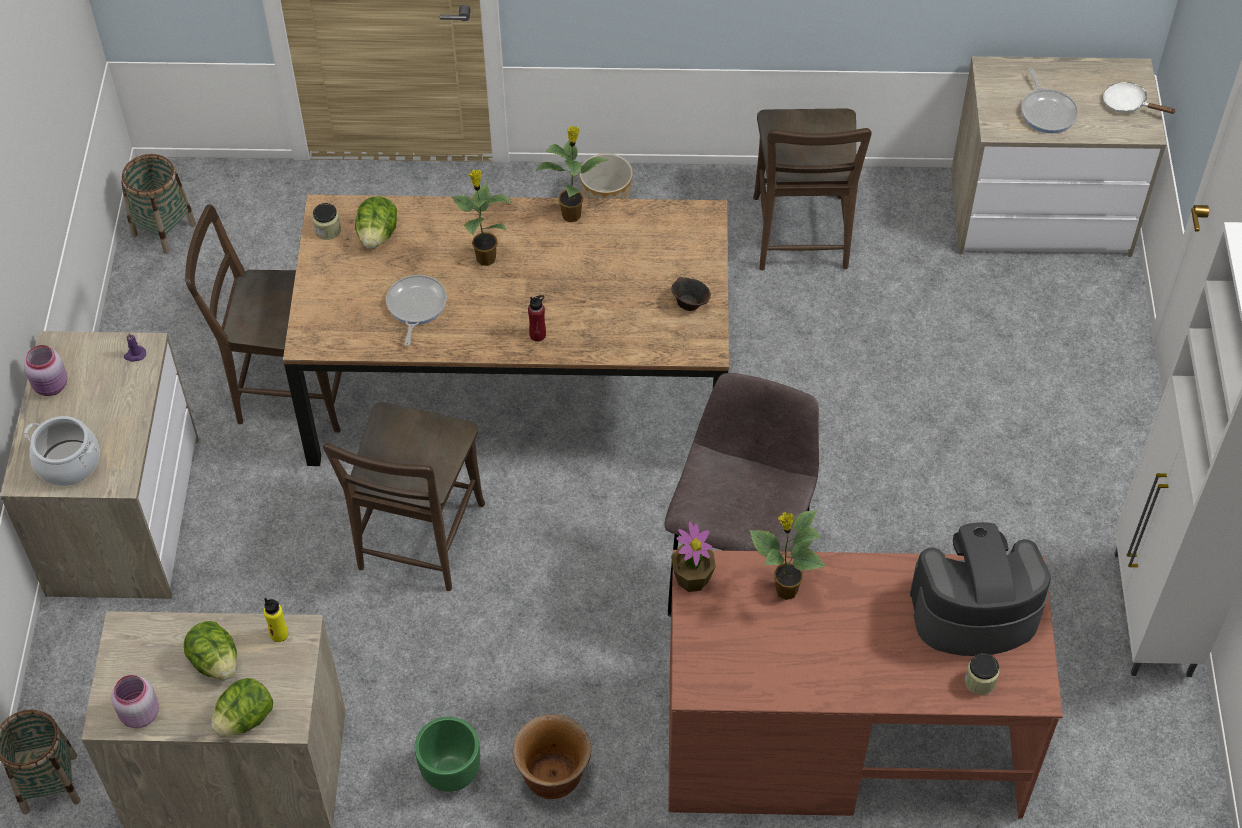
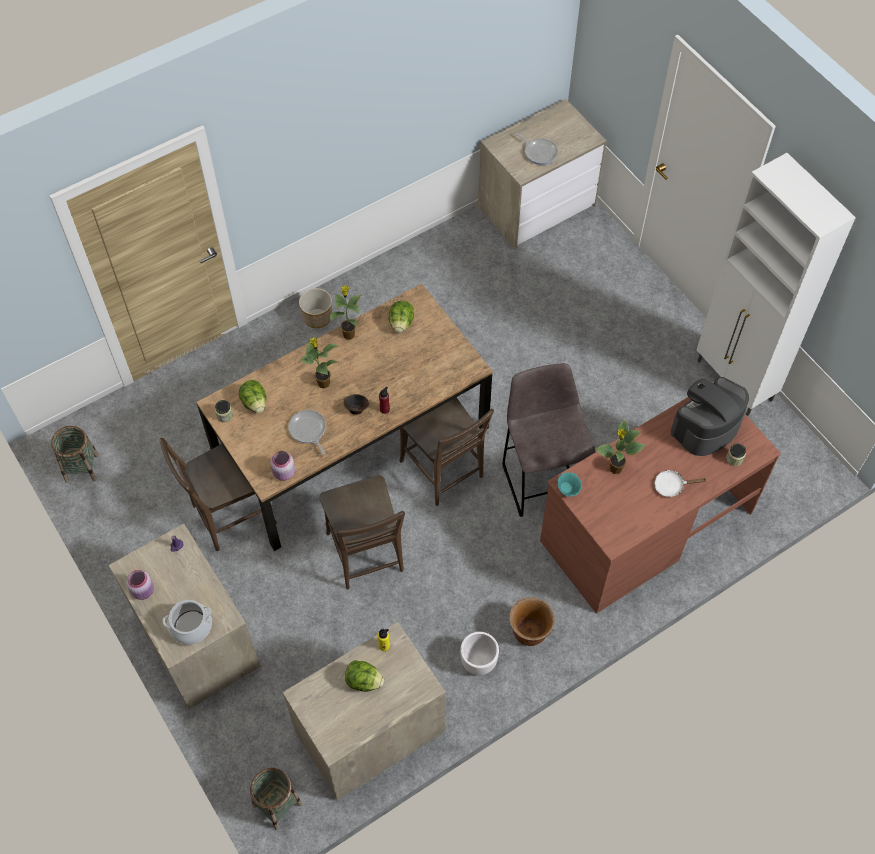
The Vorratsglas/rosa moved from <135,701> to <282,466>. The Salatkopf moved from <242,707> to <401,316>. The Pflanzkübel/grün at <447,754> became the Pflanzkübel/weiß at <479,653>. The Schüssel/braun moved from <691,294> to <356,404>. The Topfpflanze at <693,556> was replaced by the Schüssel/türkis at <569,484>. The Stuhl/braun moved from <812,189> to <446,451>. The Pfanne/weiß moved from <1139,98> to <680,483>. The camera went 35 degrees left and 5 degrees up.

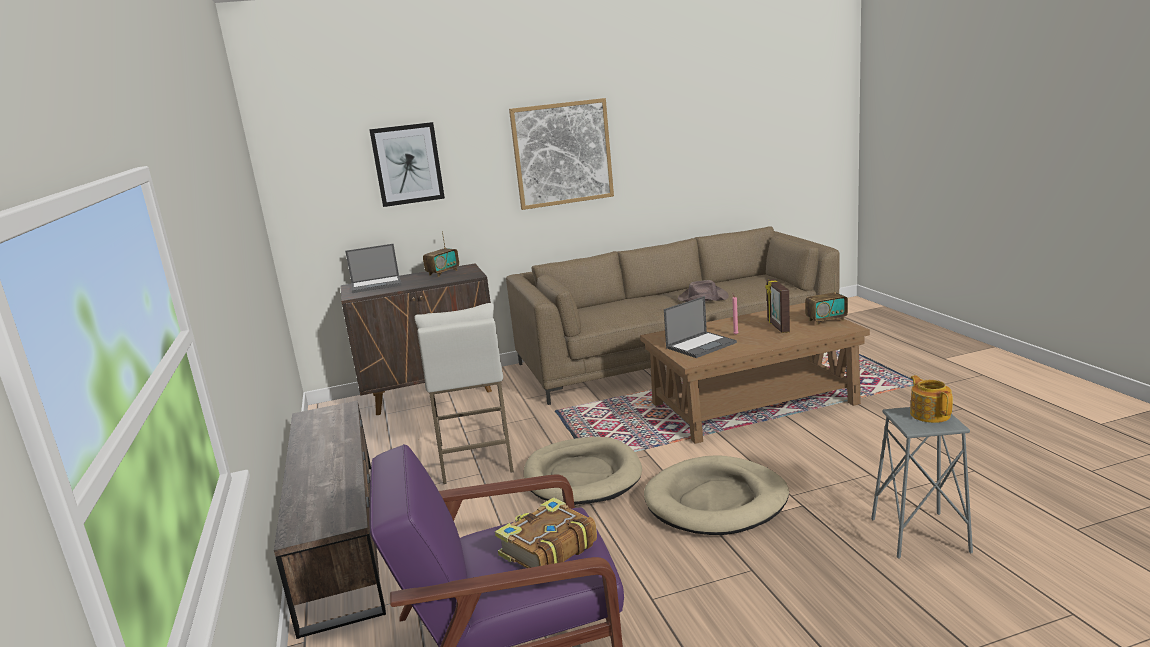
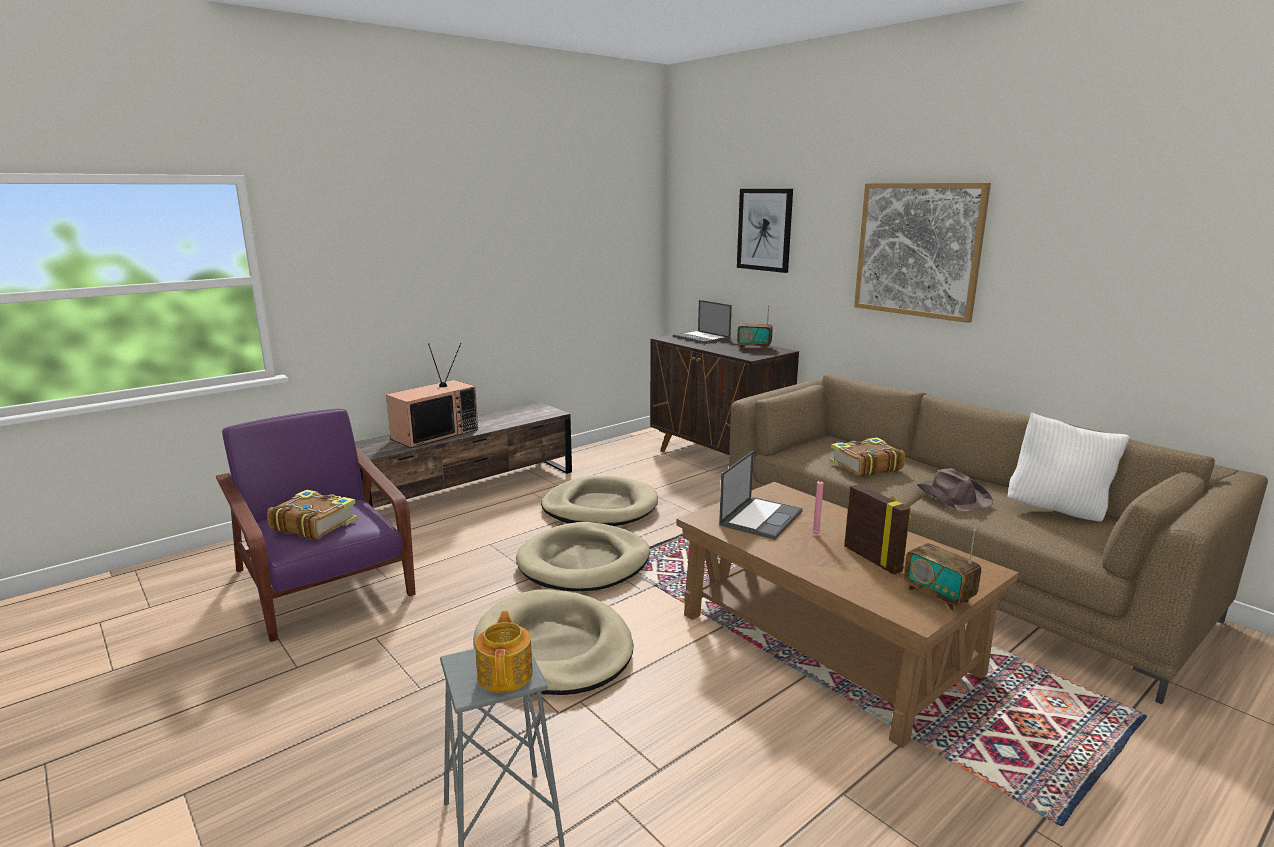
The Hocker/weiß at <464,393> was replaced by the Hundebett/beige at <599,500>. The Laptop at <700,327> turned 90 degrees counterclockwise. The Bilderrahmen at <777,306> turned 90 degrees clockwise. The Teekanne at <931,399> turned 60 degrees counterclockwise. The Fernseher at <432,395> appeared. The Buch at <867,457> appeared. The Kissen/weiß at <1069,467> appeared. The camera went 65 degrees right and 0 degrees up.

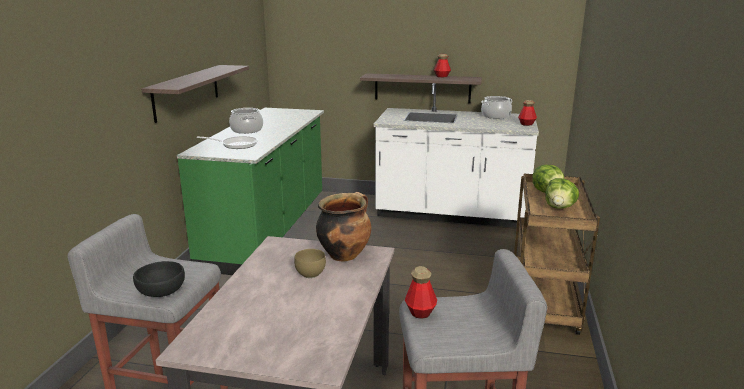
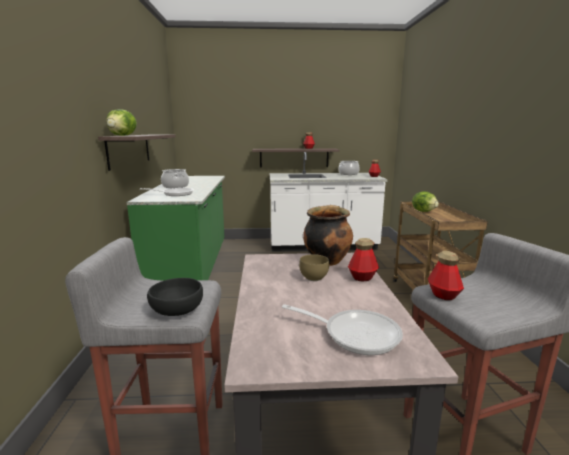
The Salatkopf moved from <562,193> to <121,122>. The Pfanne at <342,329> appeared. The Flasche at <363,259> appeared. The camera went 15 degrees left and 5 degrees down.

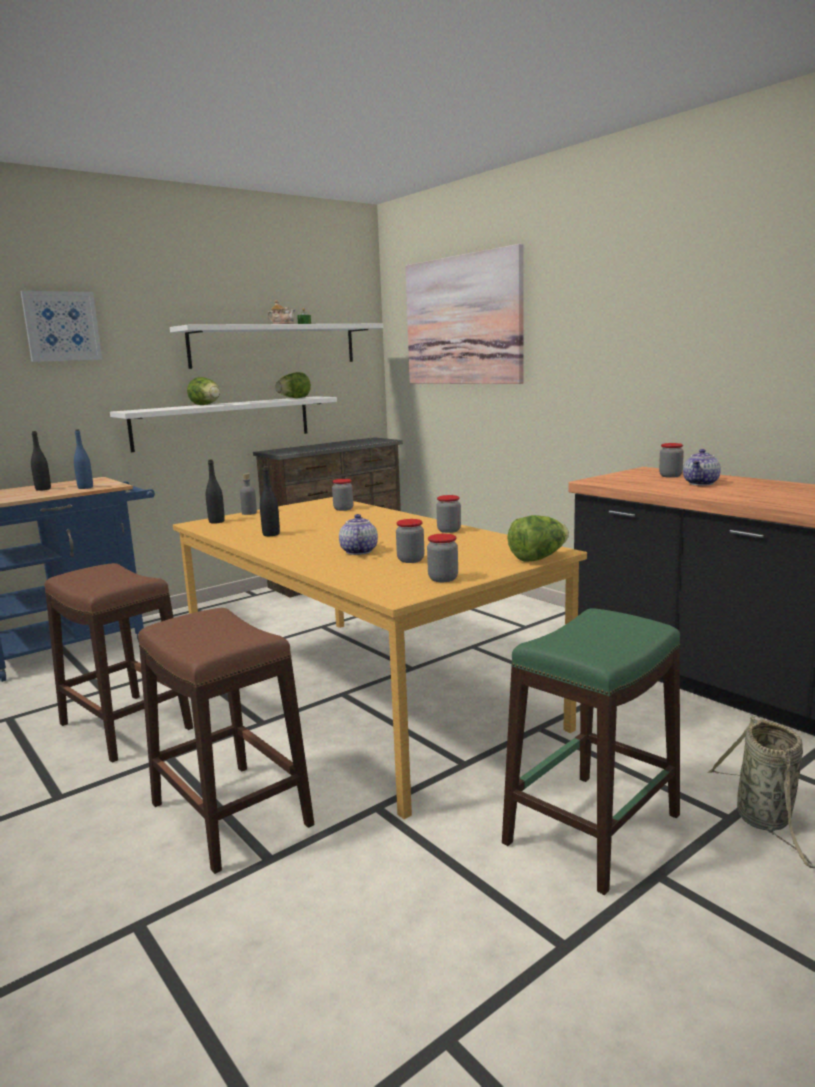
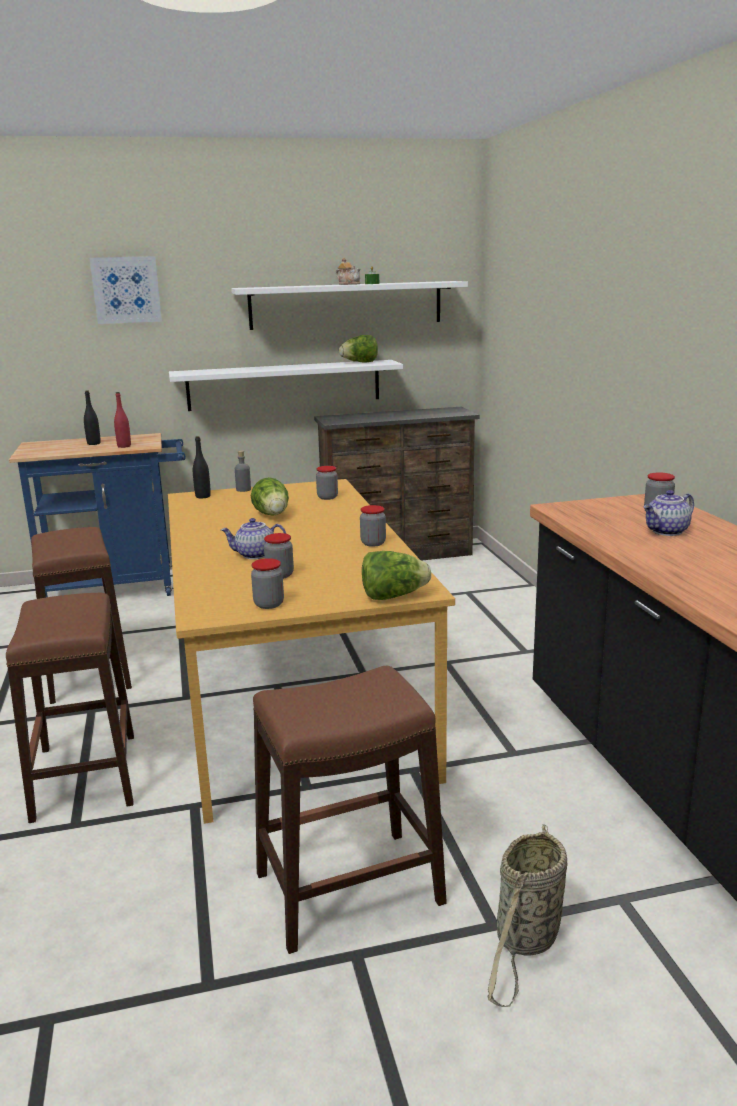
The Flasche/blau at <83,459> became the Flasche/rot at <122,420>. The Salatkopf moved from <203,391> to <270,496>. The Flasche/schwarz at <270,501> disappeared. The Teekanne at <358,534> turned 120 degrees counterclockwise. The Bild at <464,314> disappeared. The Hocker/grün at <591,751> became the Hocker/braun at <350,810>. The camera went 25 degrees right and 5 degrees up.

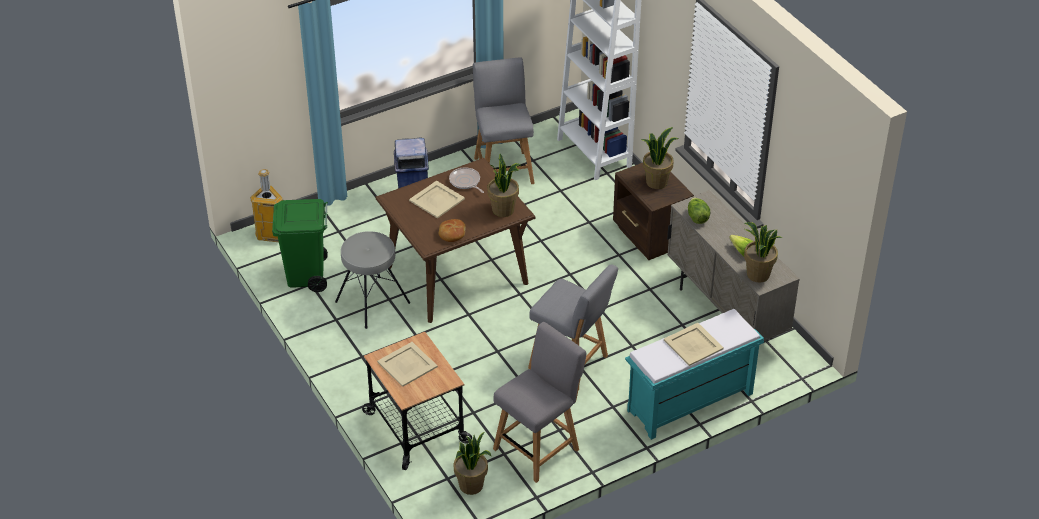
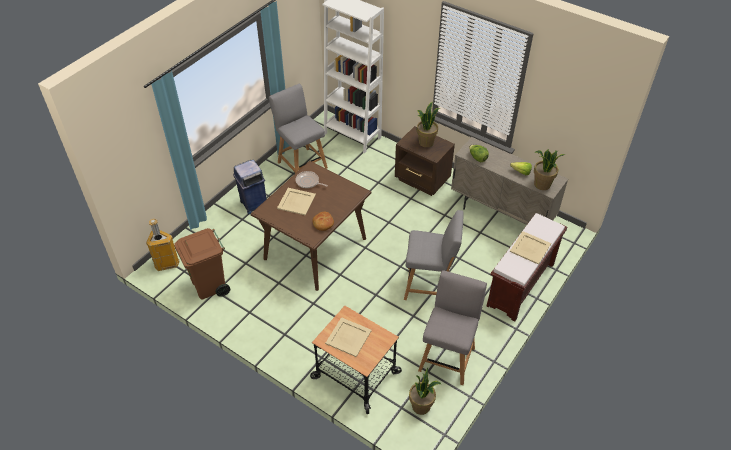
The Mülleimer/grün at <300,245> became the Mülleimer/braun at <202,264>. The Hocker/grau at <372,280> disappeared. The Topfpflanze at <503,185> disappeared. The Bank/türkis at <694,374> became the Bank/braun at <527,267>. The camera went 25 degrees left and 5 degrees up.

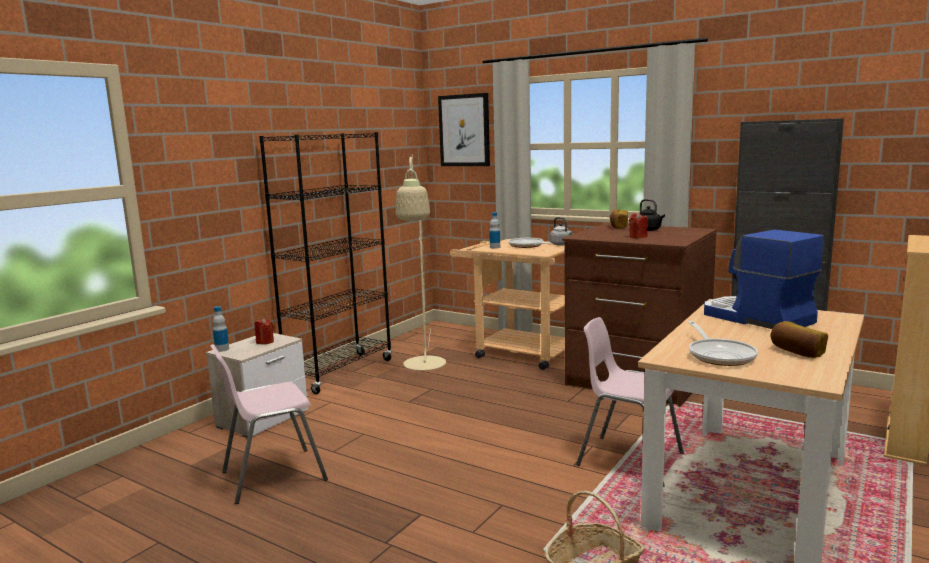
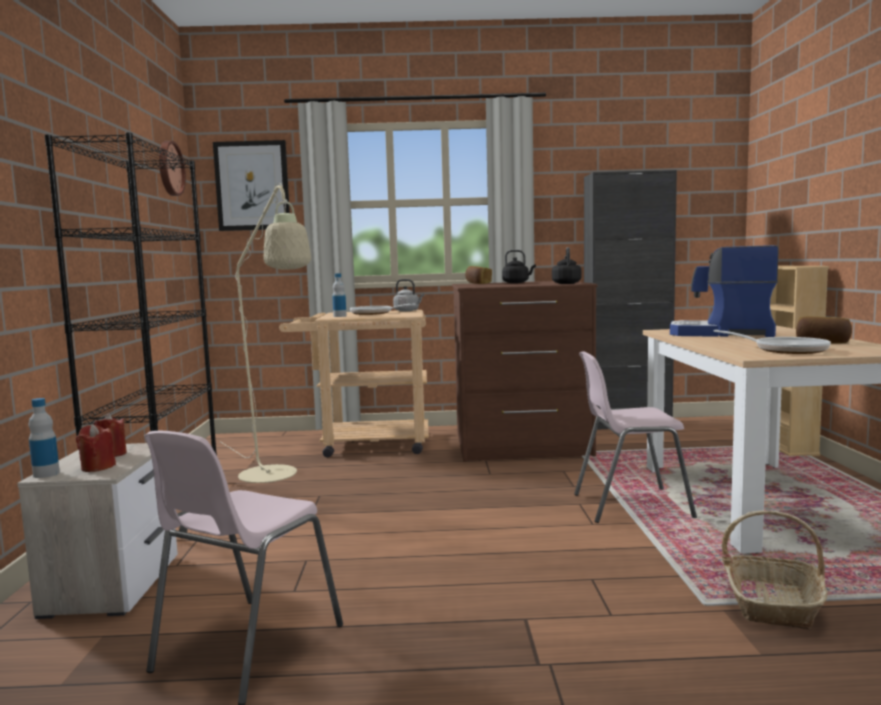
The Kerze/rot moved from <638,225> to <96,448>. The Wanduhr at <172,168> appeared. The Wasserkessel/schwarz at <566,265> appeared. The camera went 35 degrees left and 5 degrees down.

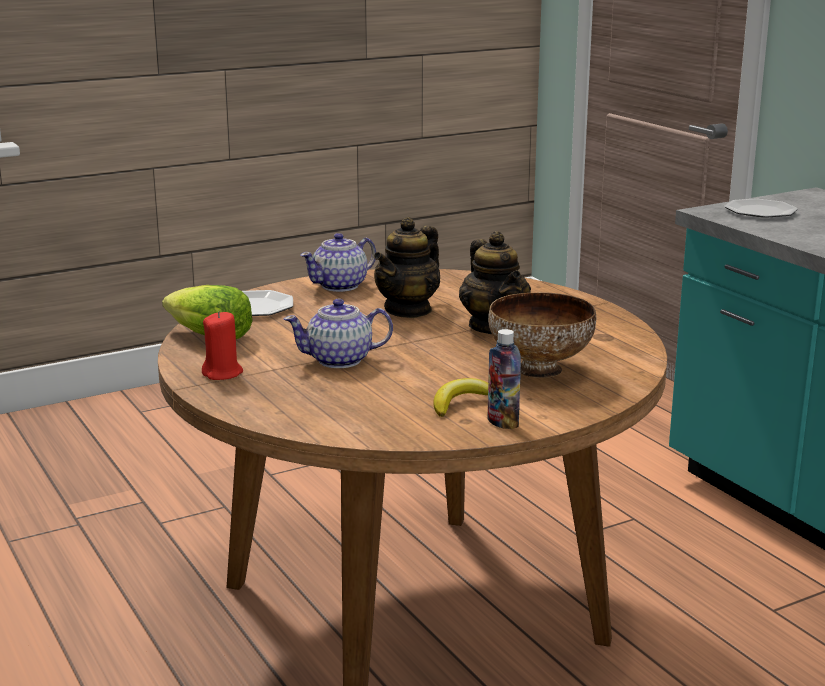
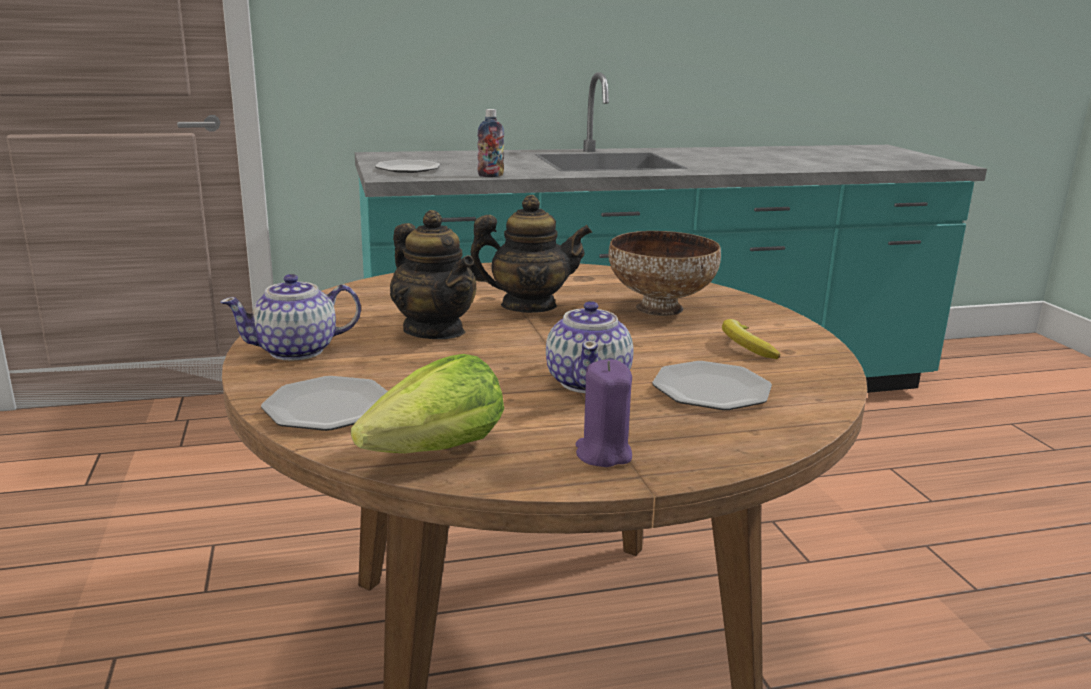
The Kerze/rot at <222,345> became the Kerze/lila at <603,413>. The Teekanne at <338,262> turned 90 degrees clockwise. The Flasche moved from <504,379> to <490,143>. The Teller at <712,385> appeared. The camera went 75 degrees left and 0 degrees up.

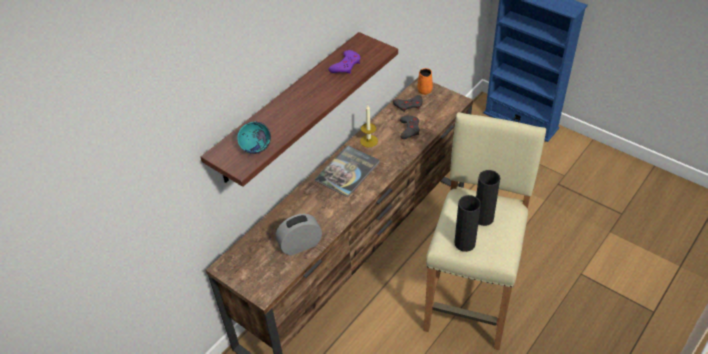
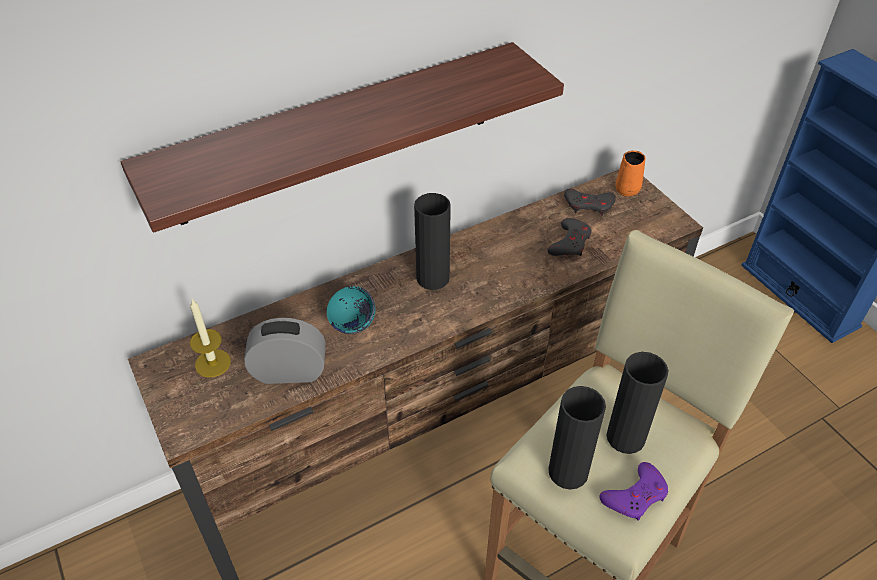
The Schüssel/türkis moved from <254,138> to <351,310>. The Buch at <347,171> was replaced by the Vase/schwarz at <432,241>. The Gamepad/lila moved from <344,62> to <633,491>. The Kerze moved from <369,126> to <210,338>. The camera went 20 degrees right and 0 degrees up.

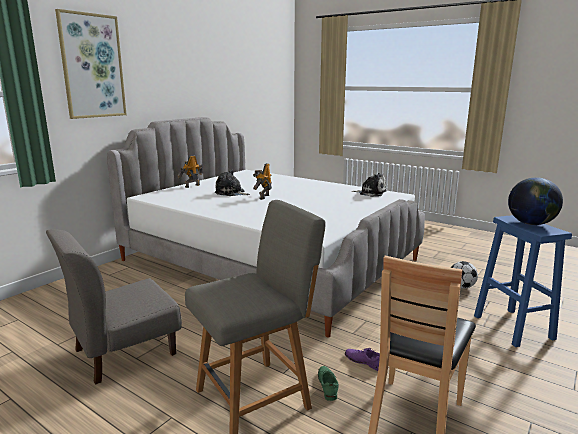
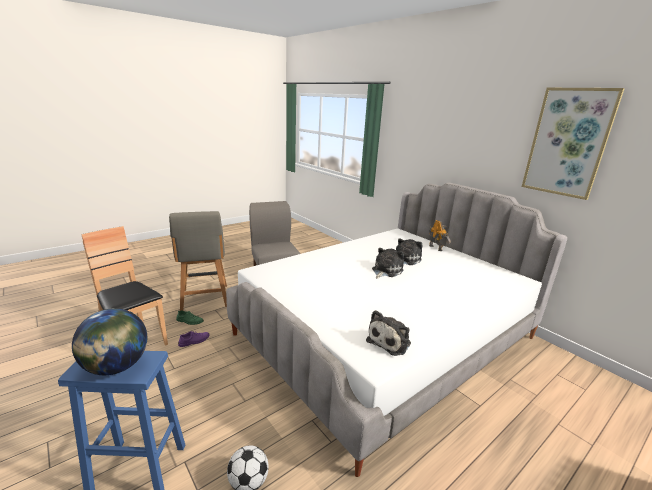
The Bild moved from <91,64> to <573,144>. The Spielzeugroboter at <262,181> was replaced by the Plüschtier at <388,263>. The camera went 105 degrees right and 5 degrees up.

